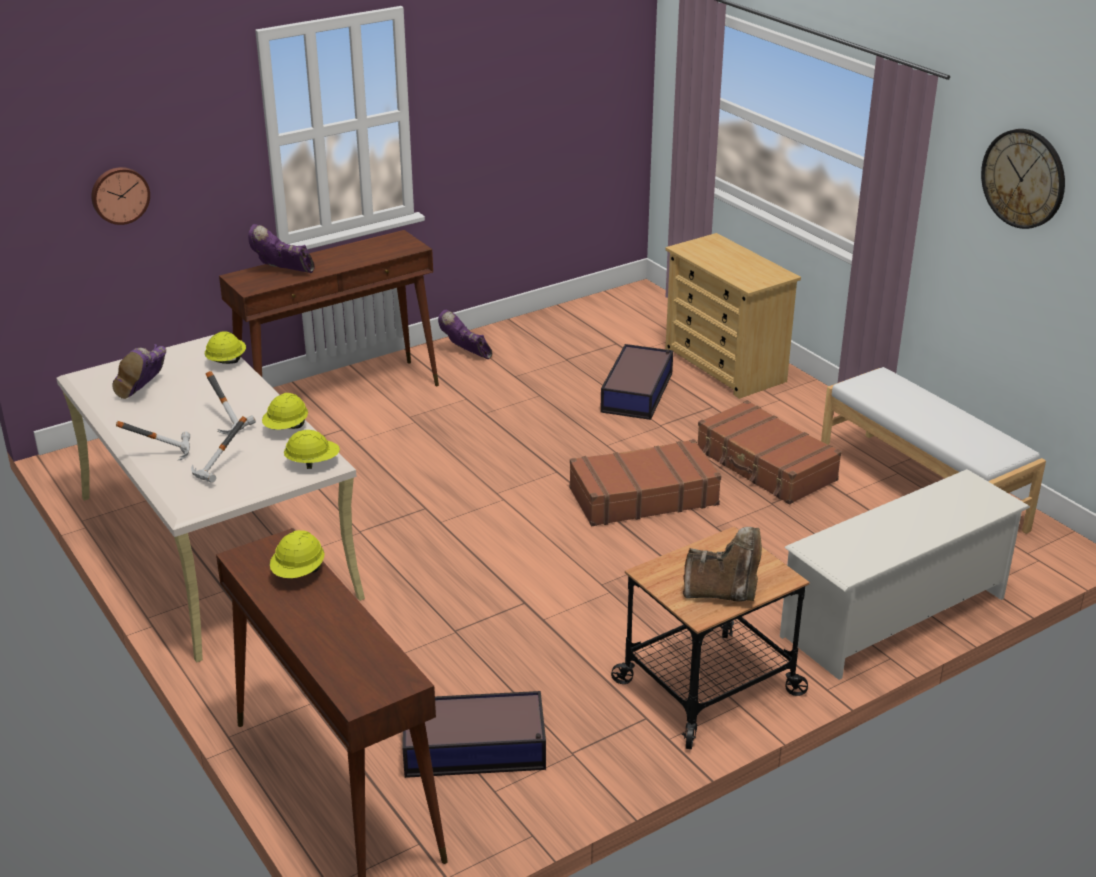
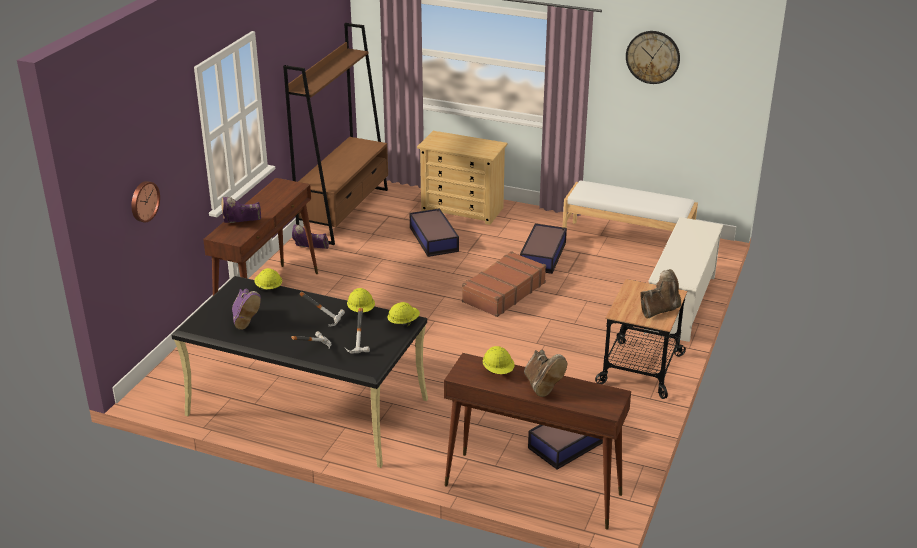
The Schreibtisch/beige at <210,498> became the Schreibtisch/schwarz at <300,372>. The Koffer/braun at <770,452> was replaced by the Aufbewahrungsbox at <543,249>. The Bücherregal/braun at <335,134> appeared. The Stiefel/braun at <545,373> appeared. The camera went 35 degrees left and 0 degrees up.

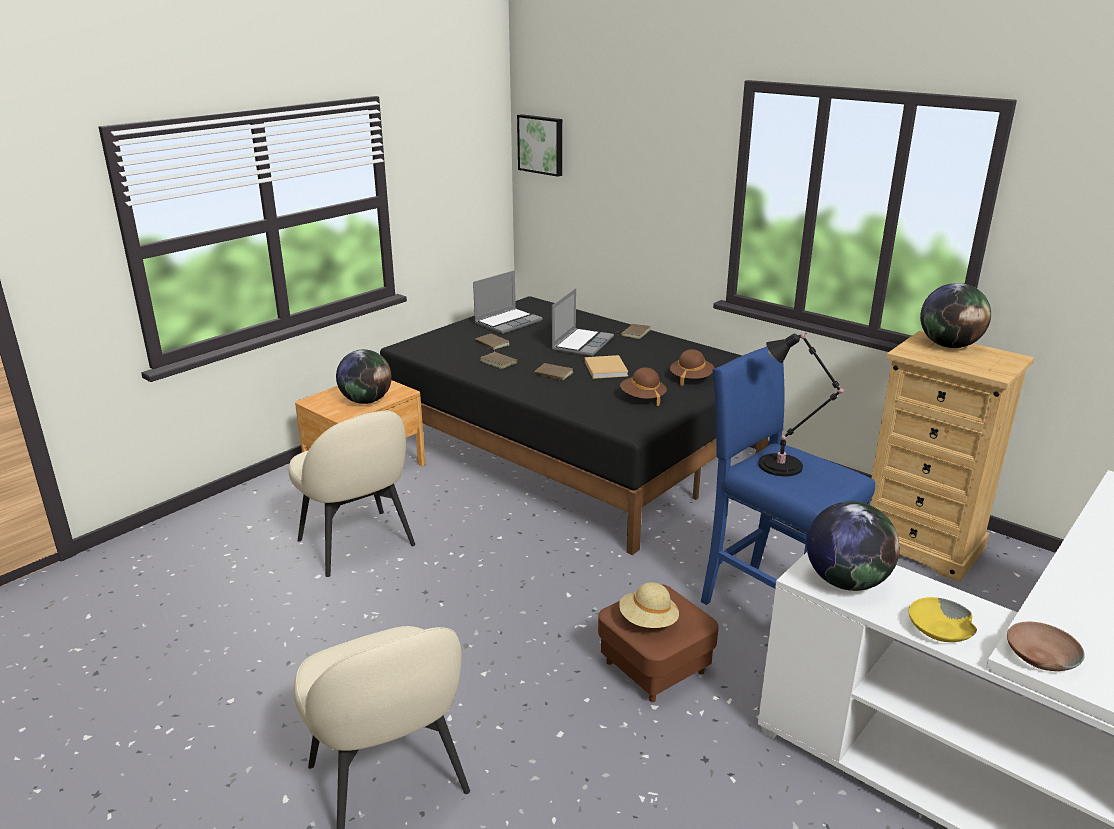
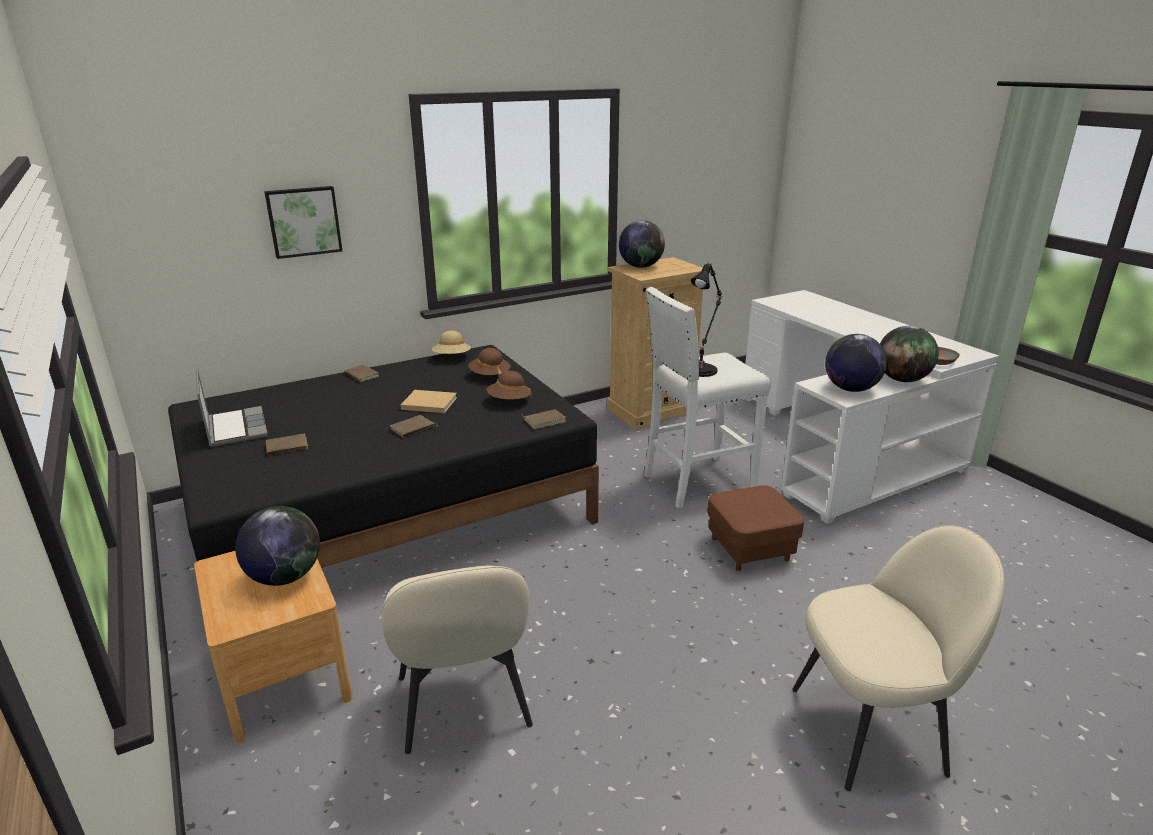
The Stuhl/beige at <352,494> turned 90 degrees clockwise. The Buch/braun moved from <498,359> to <544,419>. The Bild moved from <539,145> to <303,222>. The Laptop at <583,322> disappeared. The Hut/beige moved from <649,605> to <451,342>. The Hocker/blau at <788,475> became the Hocker/weiß at <707,397>. The Schüssel/gelb at <943,619> was replaced by the Globus at <909,354>. The camera went 70 degrees left and 0 degrees up.

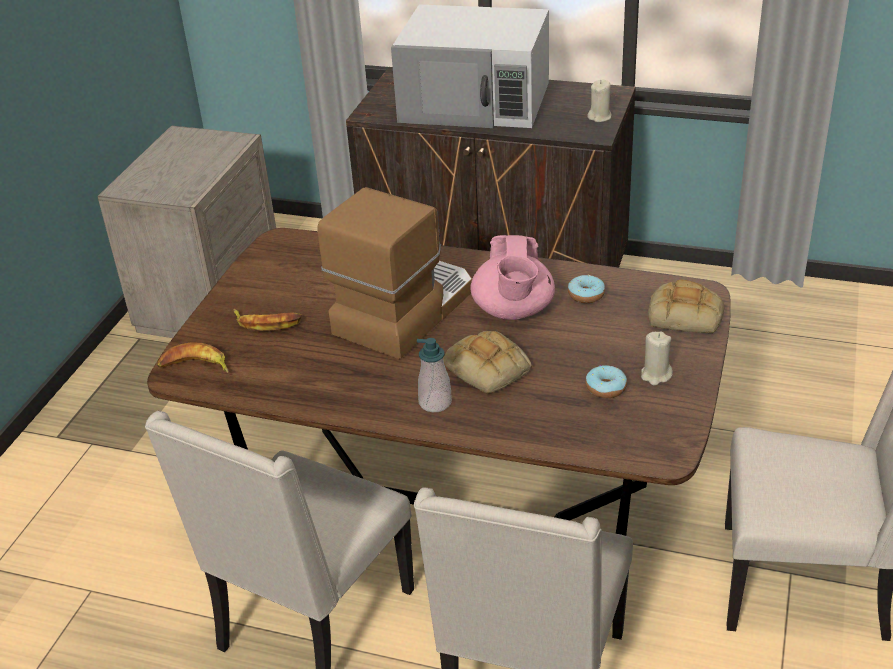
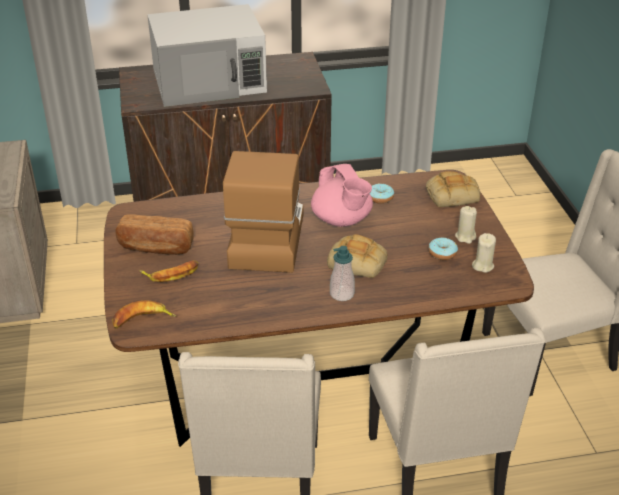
The Kerze/beige moved from <599,101> to <484,253>. The Brot at <154,234> appeared. The camera went 30 degrees left and 0 degrees up.

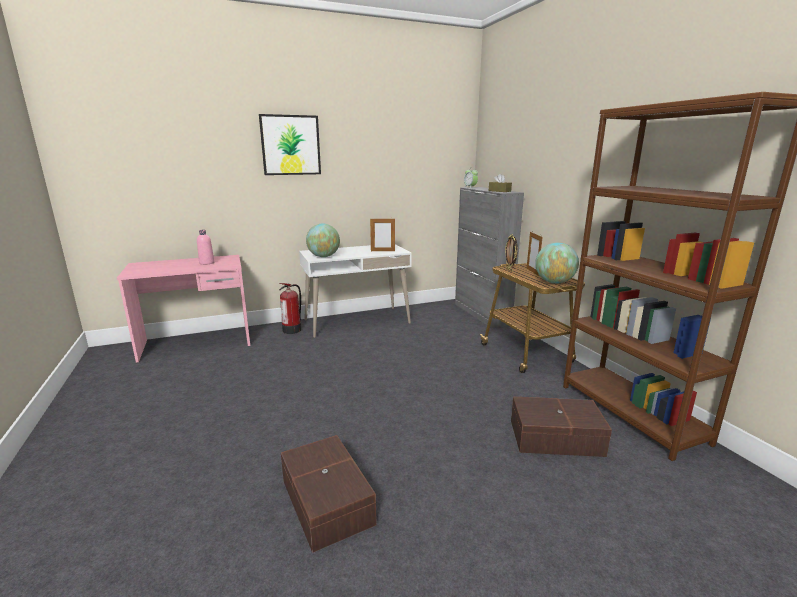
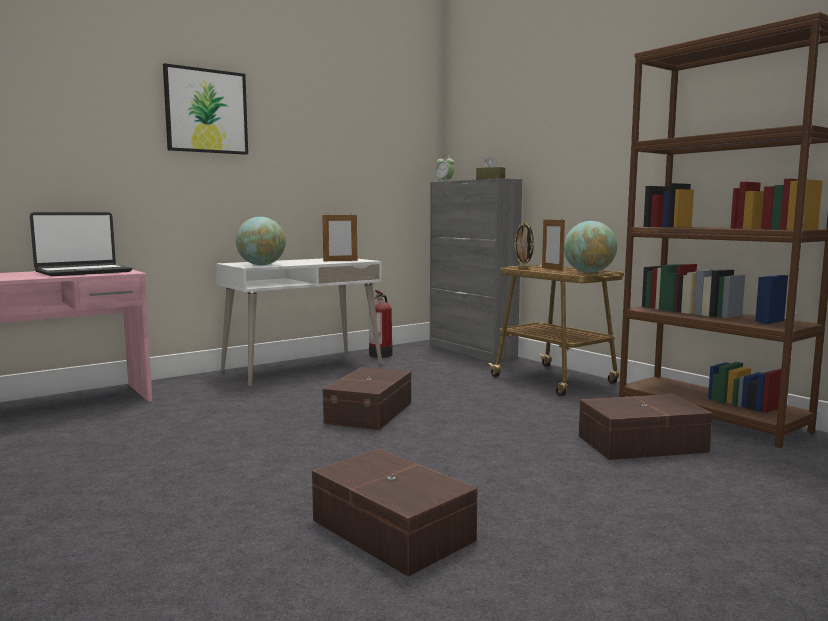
The Flasche/rosa at <206,247> was replaced by the Laptop at <81,244>. The Feuerlöscher moved from <290,308> to <380,324>. The Aufbewahrungsbox/braun at <367,398> appeared. The camera went 15 degrees left and 10 degrees down.

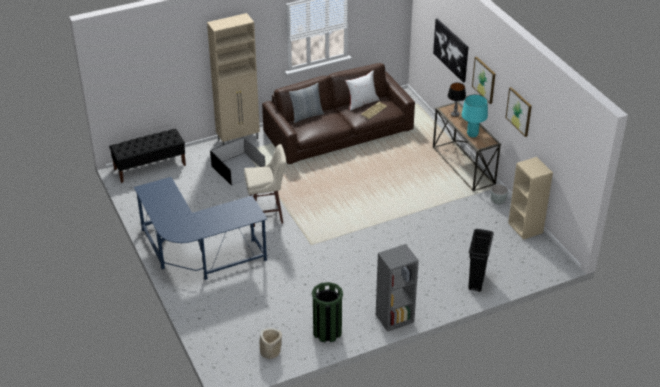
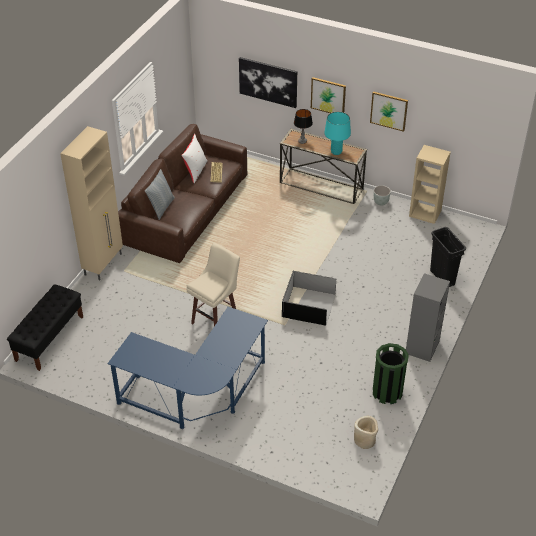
The Aufbewahrungsbox/schwarz moved from <237,161> to <309,298>. The camera went 40 degrees left and 5 degrees up.

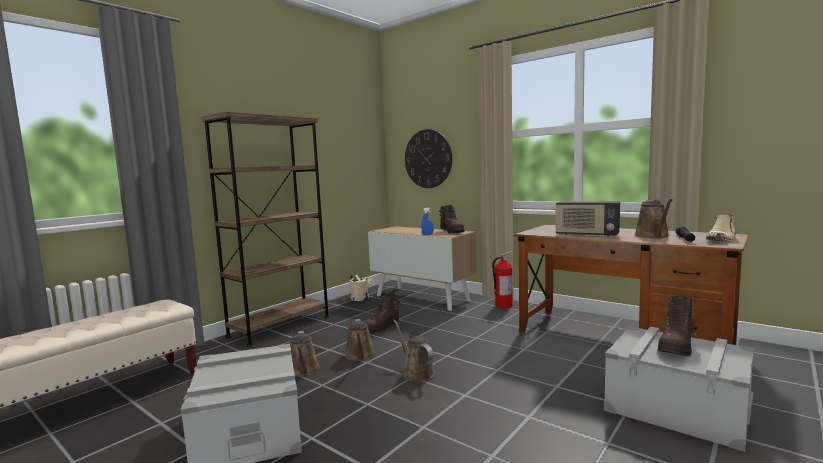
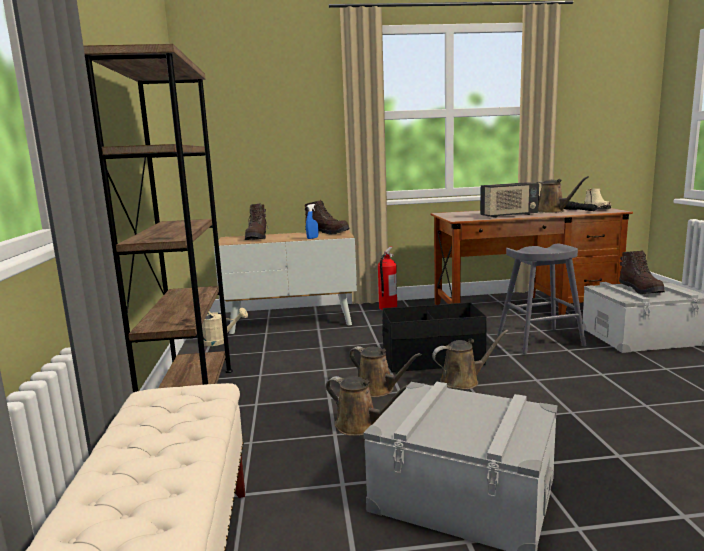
The Stiefel/braun moved from <381,314> to <257,221>. The Gießkanne/braun at <414,351> turned 150 degrees clockwise. The Wanduhr at <428,158> disappeared. The Aufbewahrungsbox/schwarz at <434,337> appeared. The Hocker/grau at <541,299> appeared. The camera went 45 degrees left and 5 degrees up.

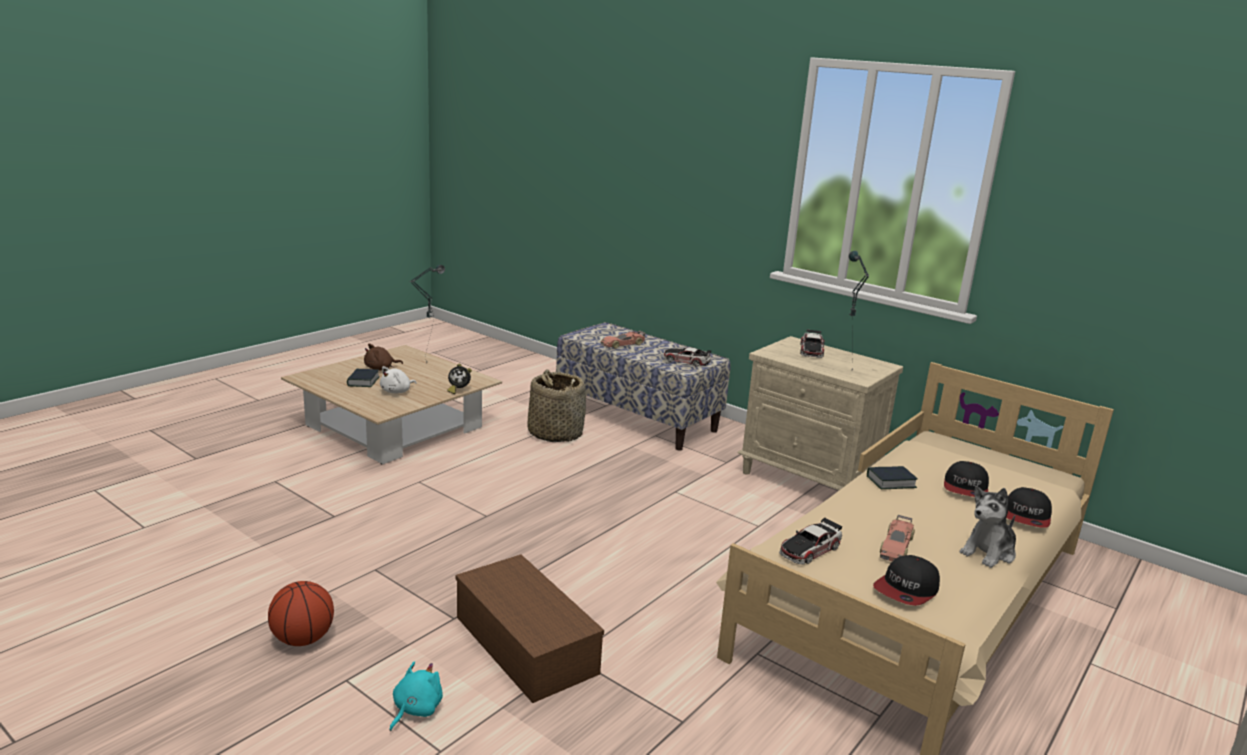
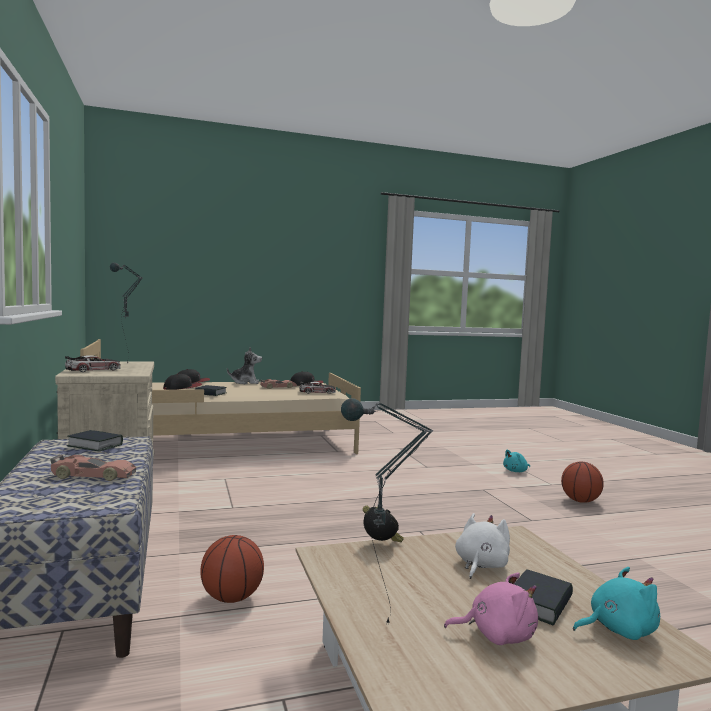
The Plüschtier/braun at <383,357> became the Plüschtier/rosa at <491,608>. The Plüschtier/weiß at <398,379> turned 45 degrees counterclockwise. The Aufbewahrungsbox/braun at <529,629> disappeared. The Korb at <556,405> was replaced by the Basketball at <232,569>. The Spielzeugauto at <687,357> was replaced by the Buch at <95,441>. The Plüschtier/türkis at <616,603> appeared. The camera went 145 degrees left and 15 degrees down.

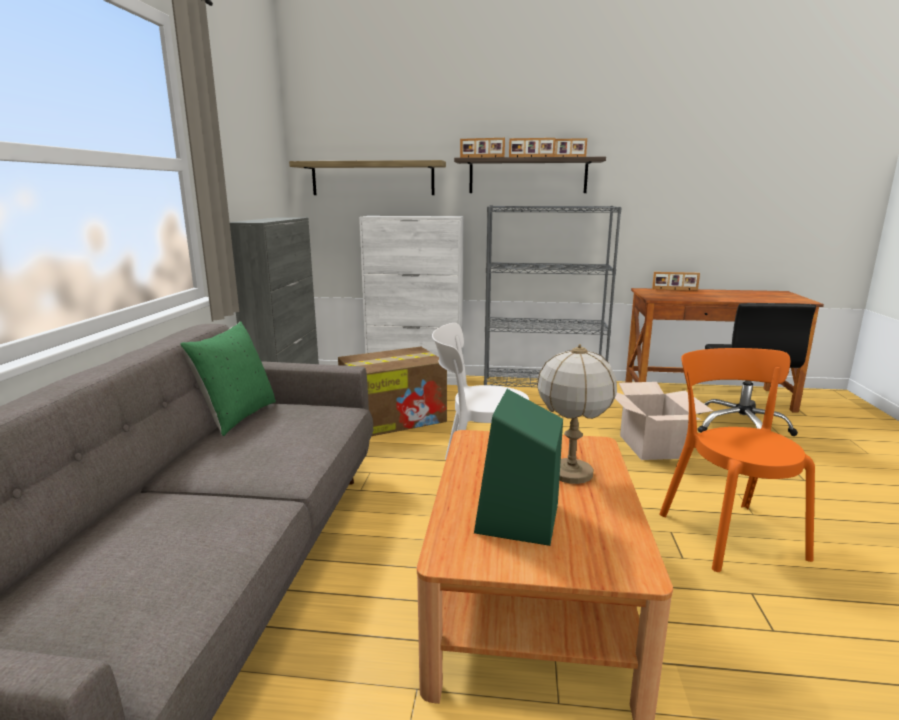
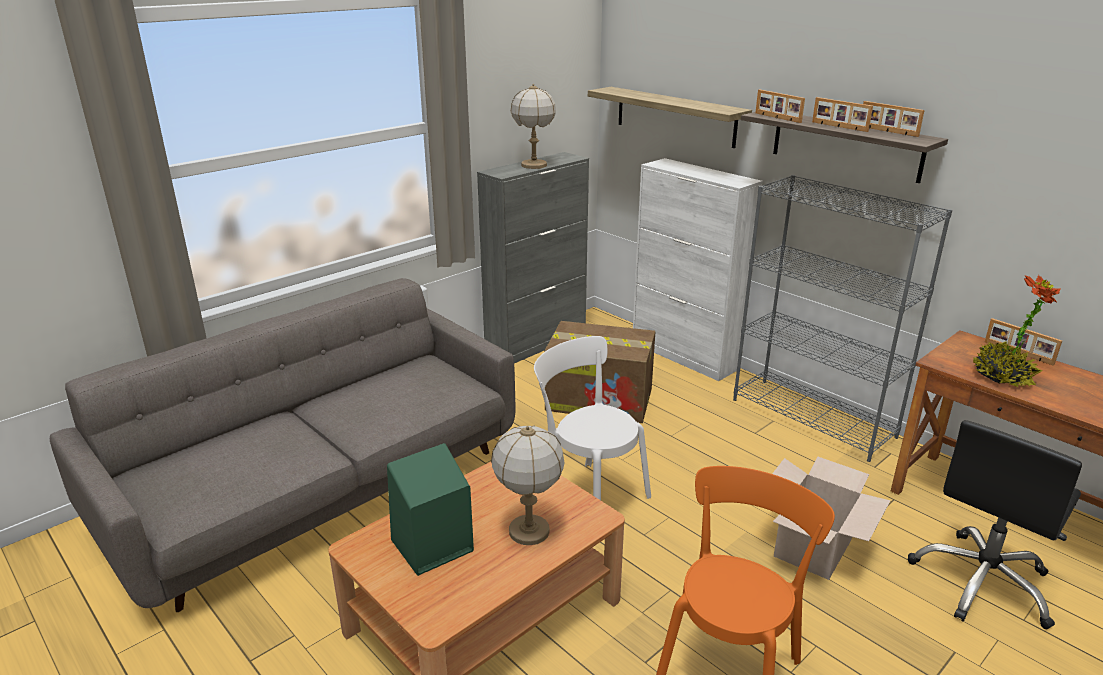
The Kissen/grün at <228,378> disappeared. The Tischlampe at <533,126> appeared. The Topfpflanze at <1017,332> appeared. The camera went 40 degrees right and 10 degrees up.

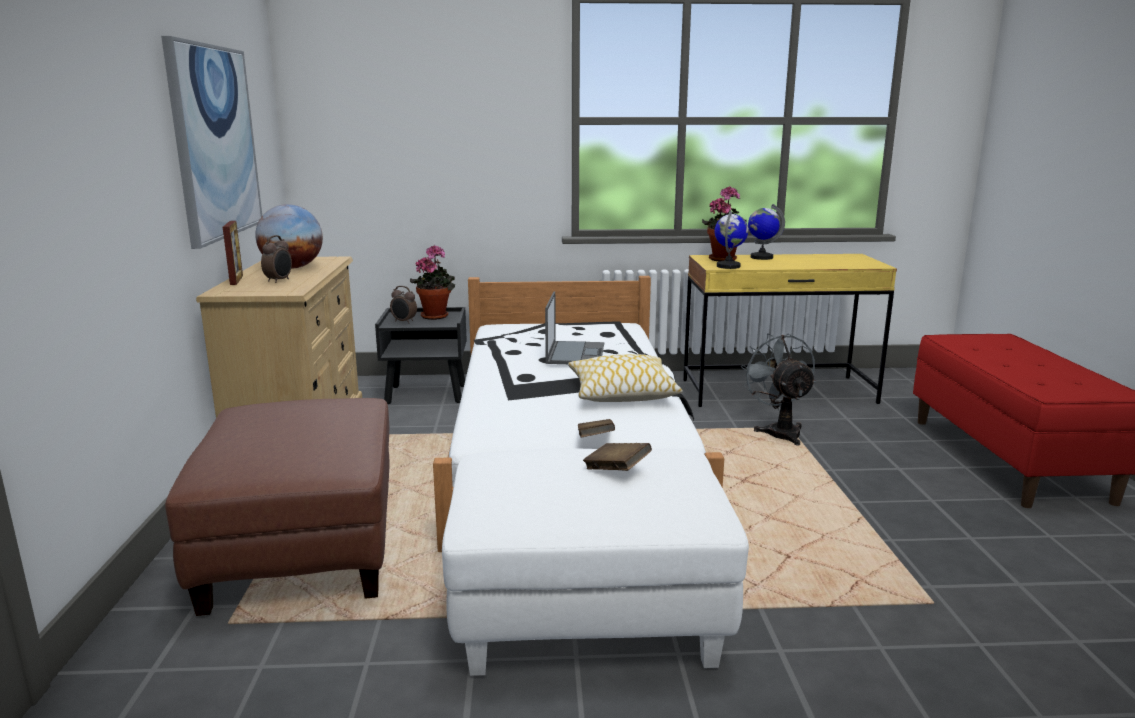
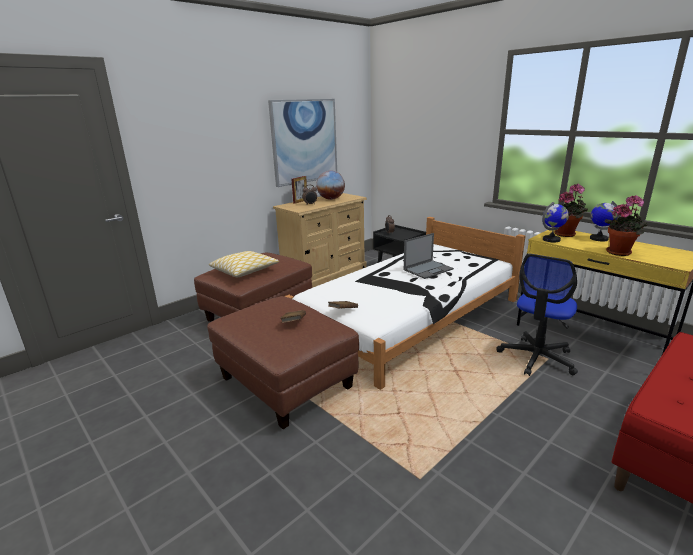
The Topfpflanze moved from <432,282> to <625,225>. The Polsterhocker/weiß at <595,562> became the Polsterhocker/braun at <283,362>. The Kissen moved from <625,378> to <244,264>. The Ventilator/grau at <778,389> was replaced by the Bürostuhl at <537,315>. The camera went 50 degrees right and 5 degrees up.

